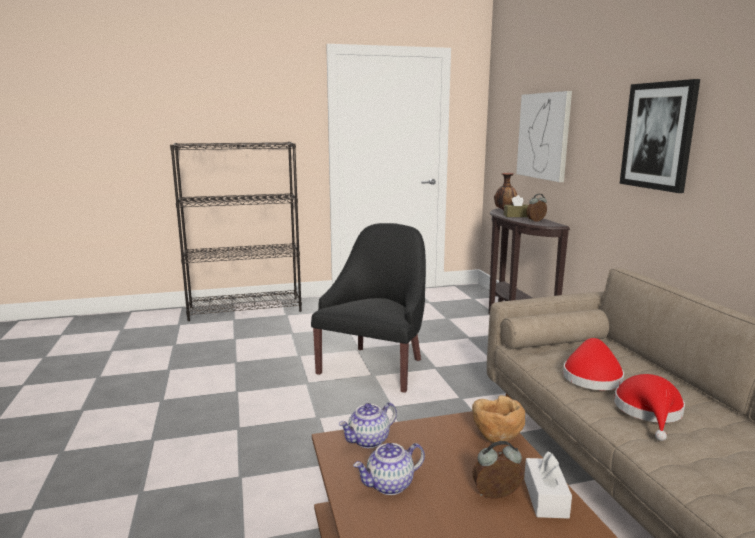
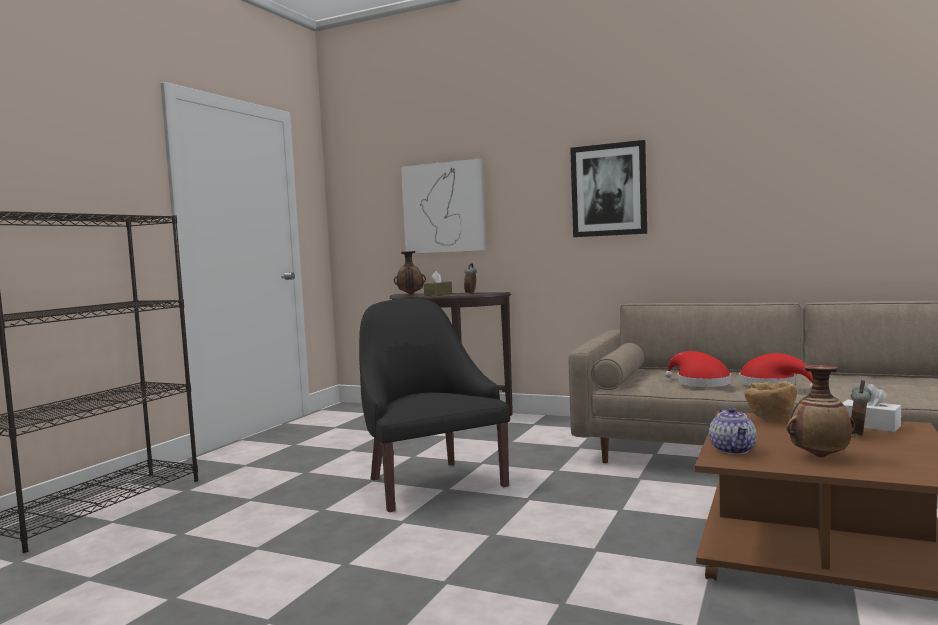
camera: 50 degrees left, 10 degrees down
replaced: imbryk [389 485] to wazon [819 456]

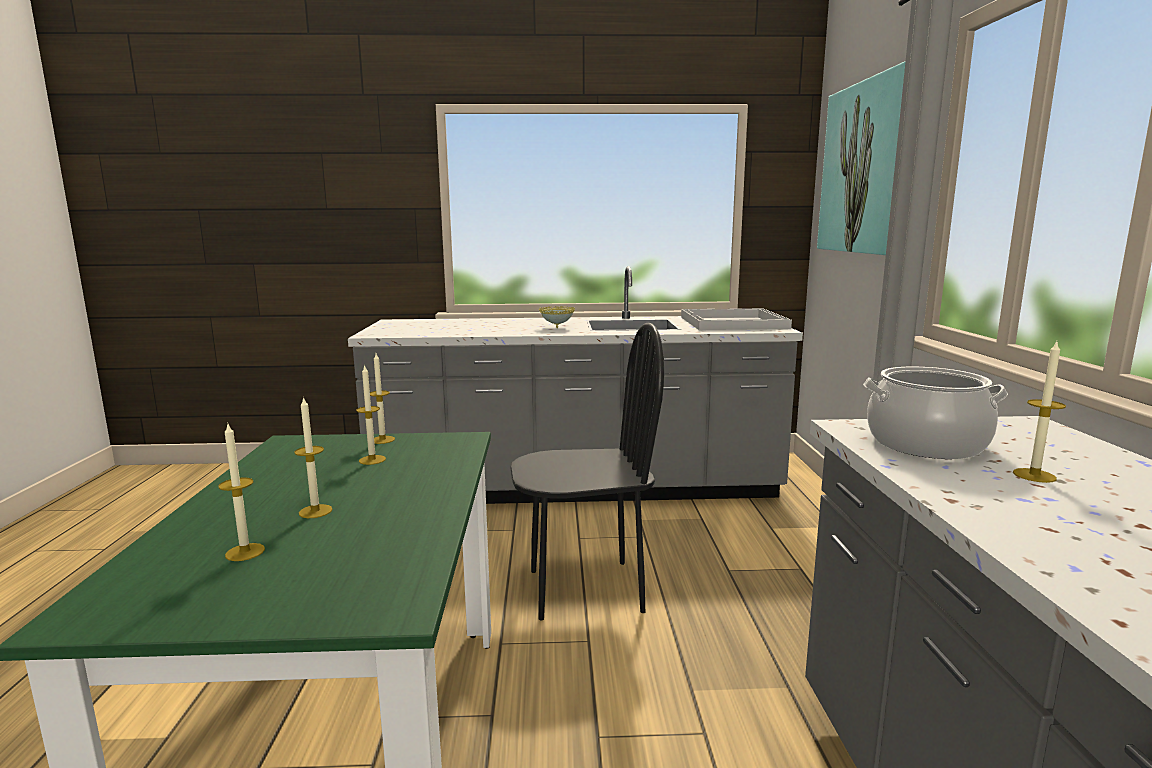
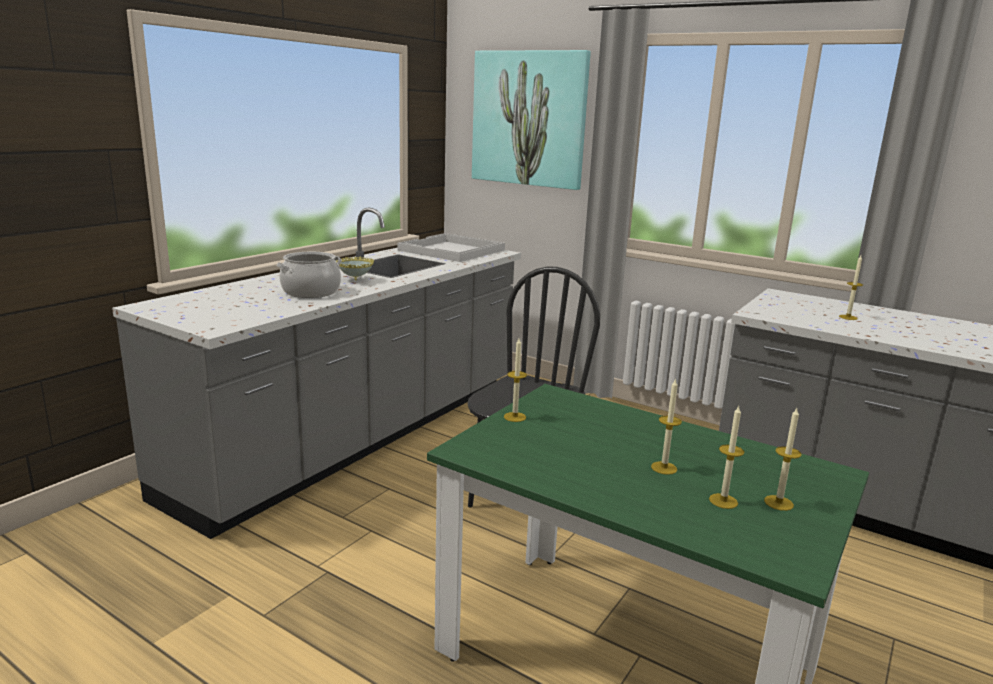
camera: 55 degrees left, 5 degrees up
moved: świeca [372 460] to [778 503]; garnek [926 444] to [311 292]

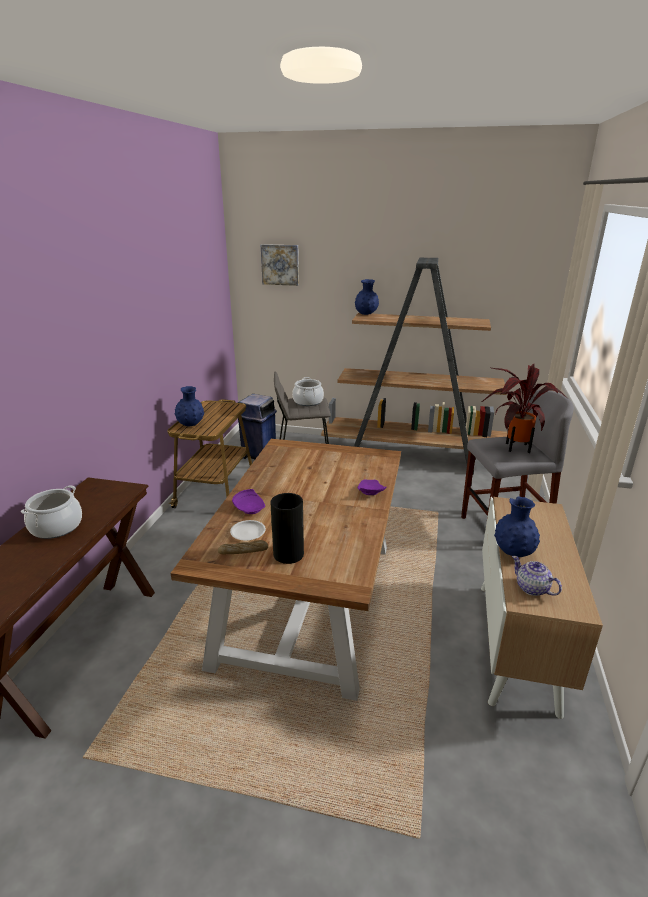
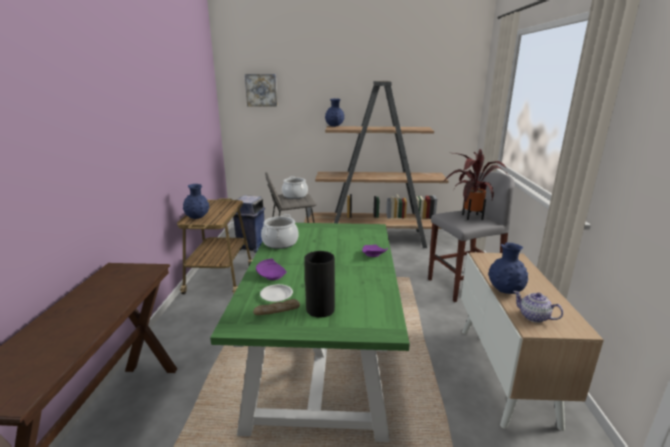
camera: 10 degrees left, 5 degrees down
moved: garnek [57 527] to [280 243]
recoloured: stół jadalny (brązowy) [308 600] to stół jadalny (zielony) [321 358]

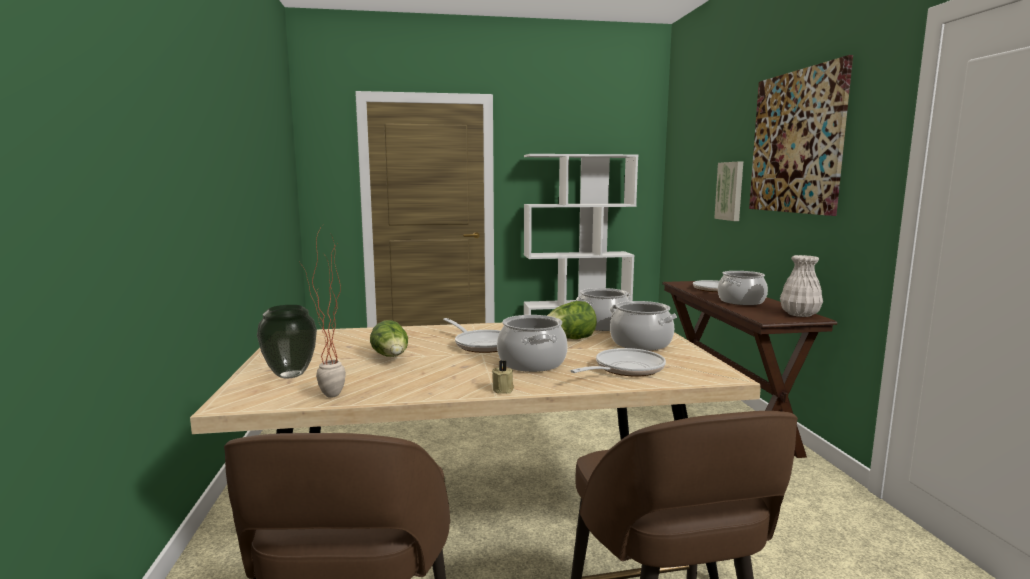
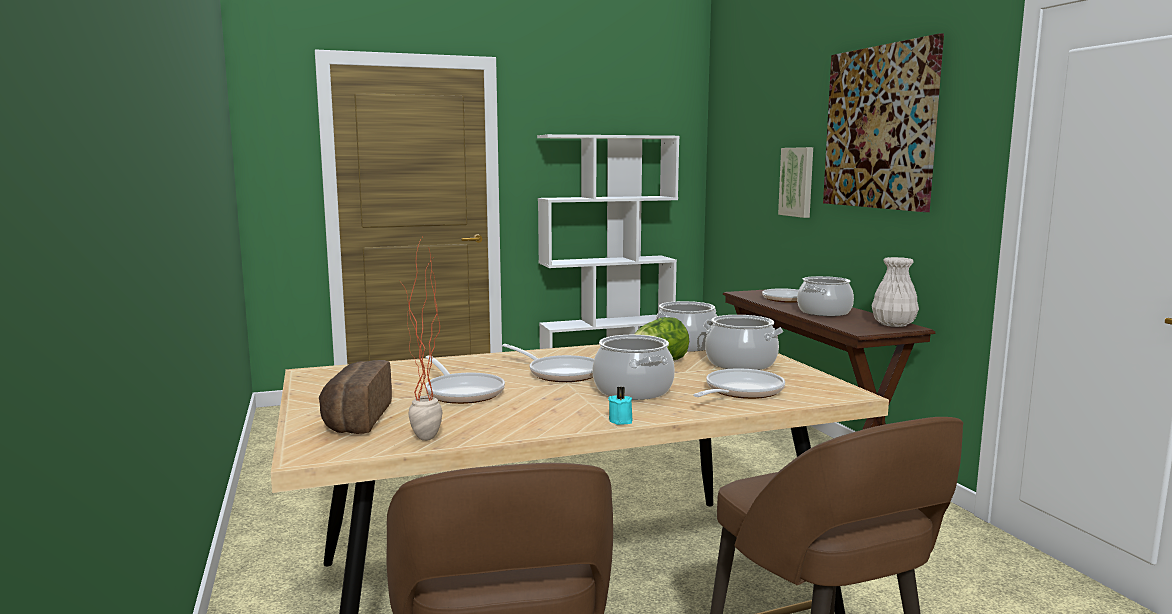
camera: 10 degrees left, 0 degrees up
replaced: wazon [291 374] to chleb [355 418]; sałata [391 357] to patelnia [462 392]
recoloured: świeca (beżowy) [504 389] to świeca (turkusowy) [621 420]

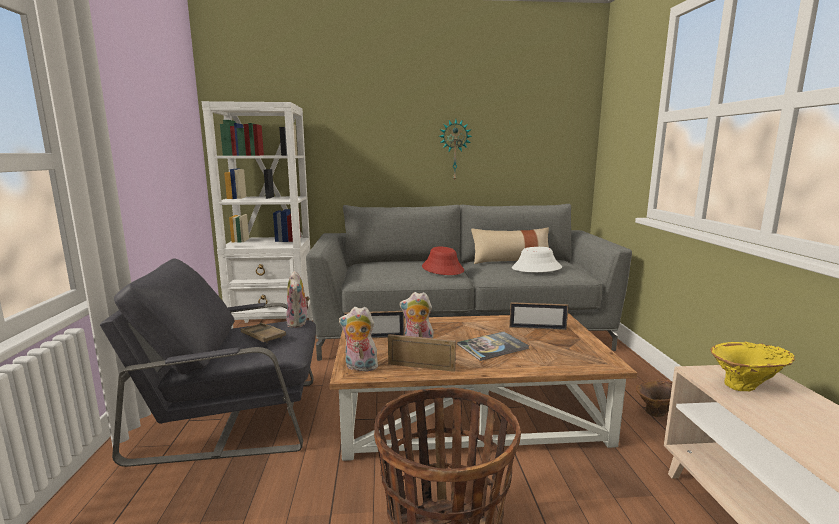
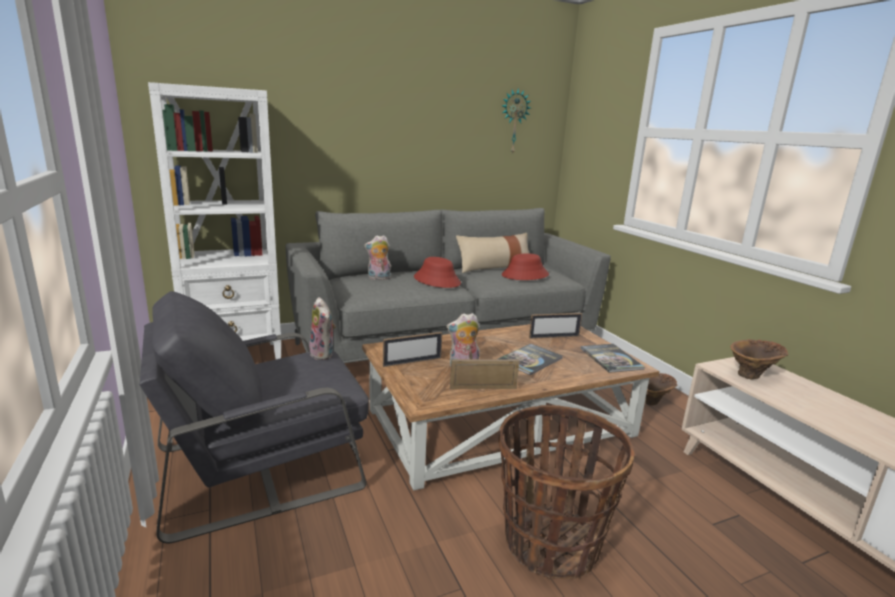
camera: 20 degrees left, 5 degrees up
removed: taca (brązowy) [263 336]
added: książka [611 359]
moved: zegar ścienny [454 150] to [513 121]; pluszak [359 367] to [378 278]
recoloured: kapelusz (biały) [536 268] to kapelusz (czerwony) [525 275]; wazon (żółty) [747 387] to wazon (brązowy) [753 375]

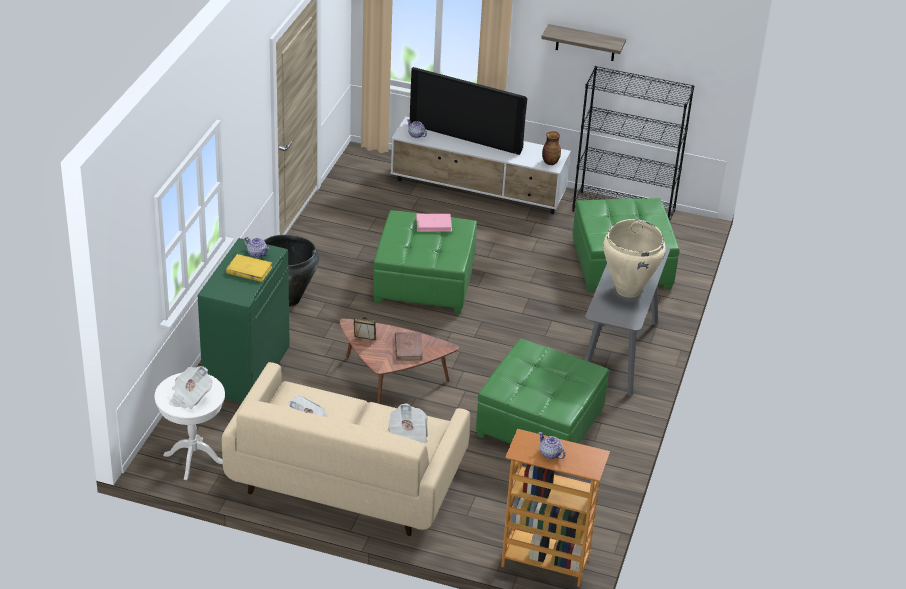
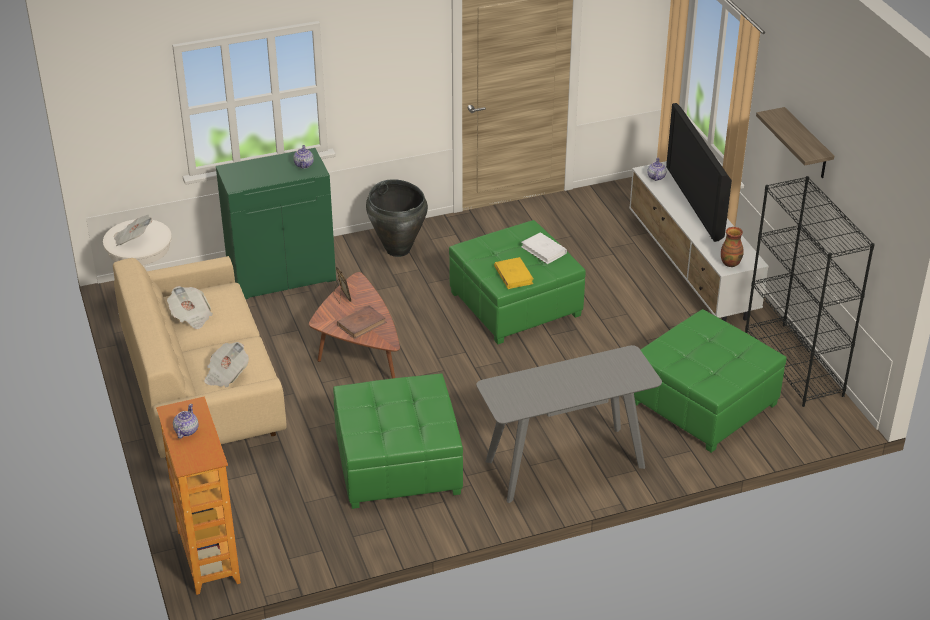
camera: 55 degrees right, 0 degrees up
removed: wazon (beżowy) [628 289]
moved: książka (żółty) [249 270] to [513 275]
recoloured: książka (różowy) [434 224] to książka (biały) [544 250]

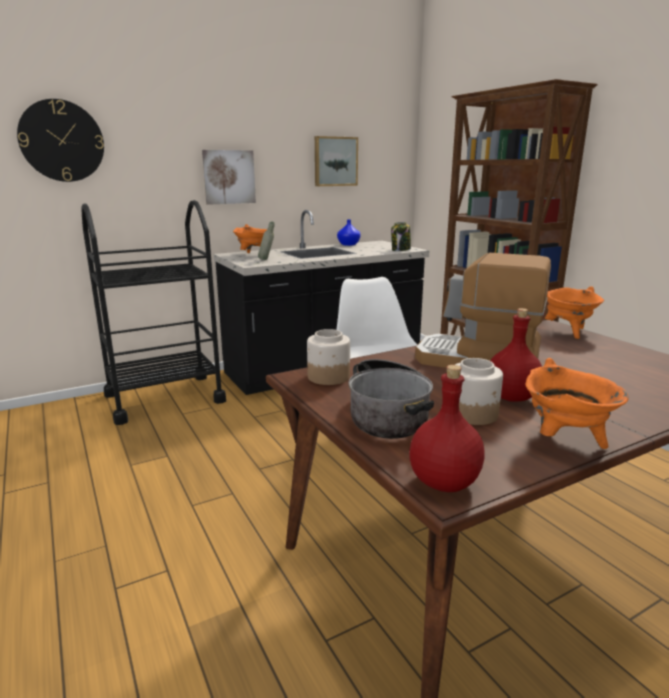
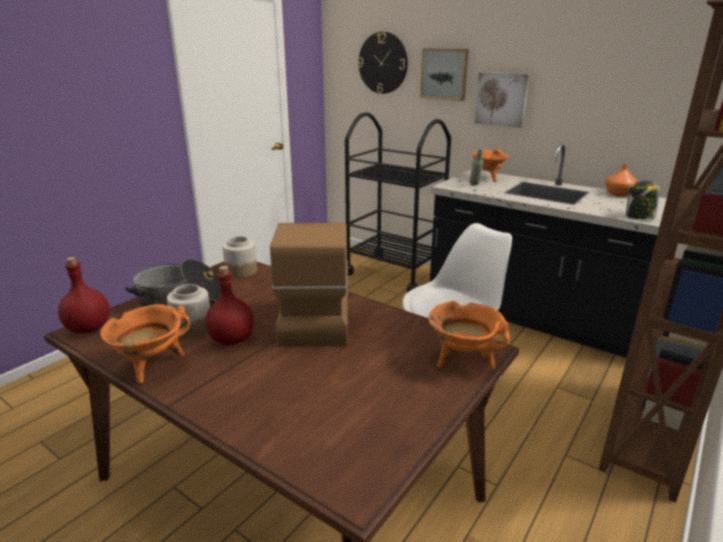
camera: 65 degrees right, 5 degrees up
moved: obraz [335 161] to [444 74]
recoloured: wazon (niebieski) [348 244] to wazon (pomarańczowy) [618 194]

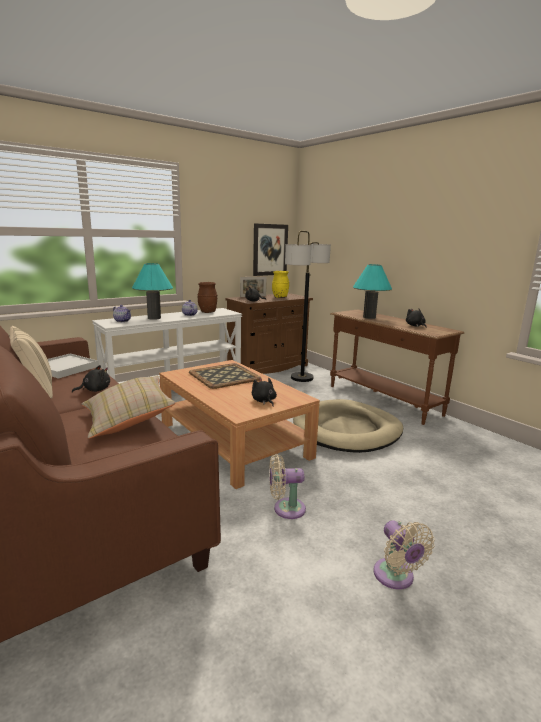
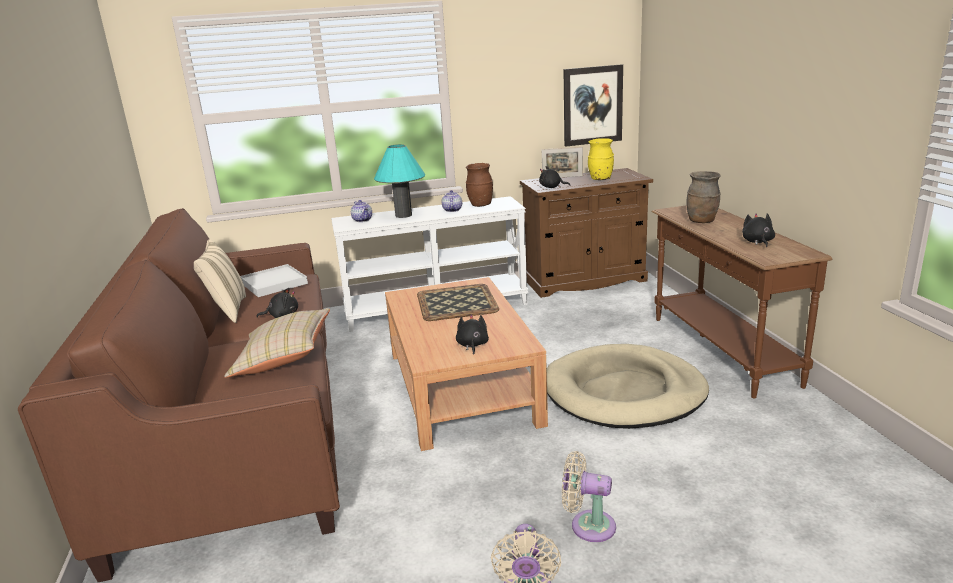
camera: 25 degrees right, 5 degrees up
removed: lampa stojąca [302 378]
moved: wentylator (beżowy) [285 509] to [588 525]
replaced: lampa stołowa (turkusowy) [369 317] to wazon (brązowy) [702 221]

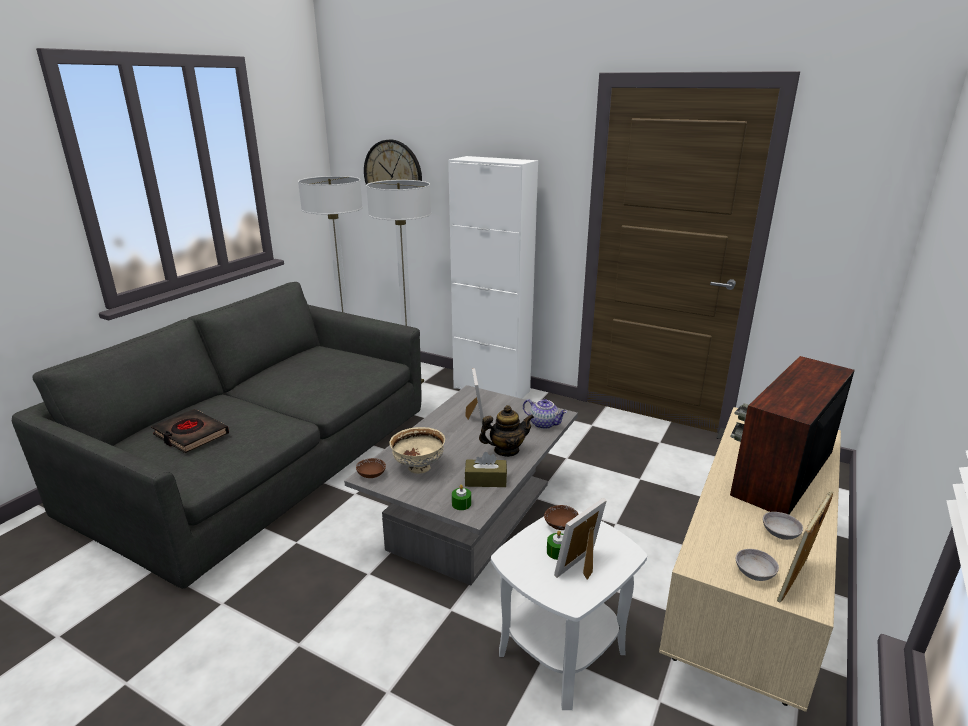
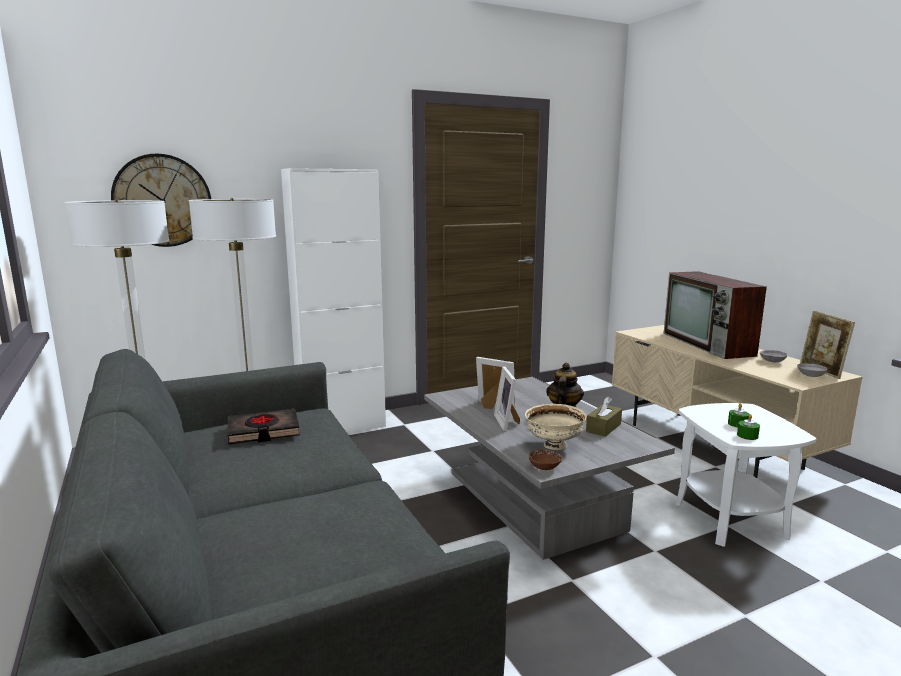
camera: 55 degrees left, 10 degrees down
removed: imbryk [544 424]; miska (brązowy) [561 525]
moved: książka (czarny) [191 435] to [263 431]; świeca (zielony) [461 504] to [747 436]; ramka na zdjęcie [582 568] to [508 422]

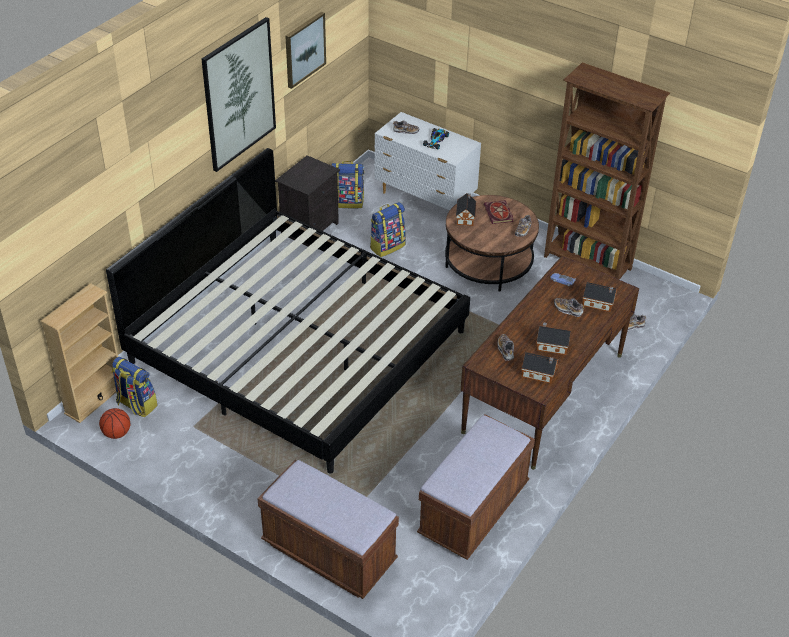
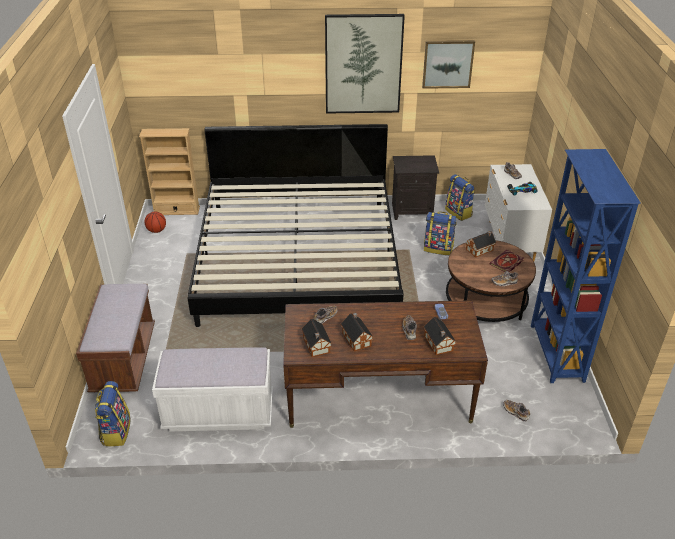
camera: 55 degrees right, 5 degrees down
moved: plecak [136 404] to [116 431]
recoloured: regał (brązowy) [587 264] to regał (niebieski) [556 353]; ławka (brązowy) [474 510] to ławka (biały) [219 413]

